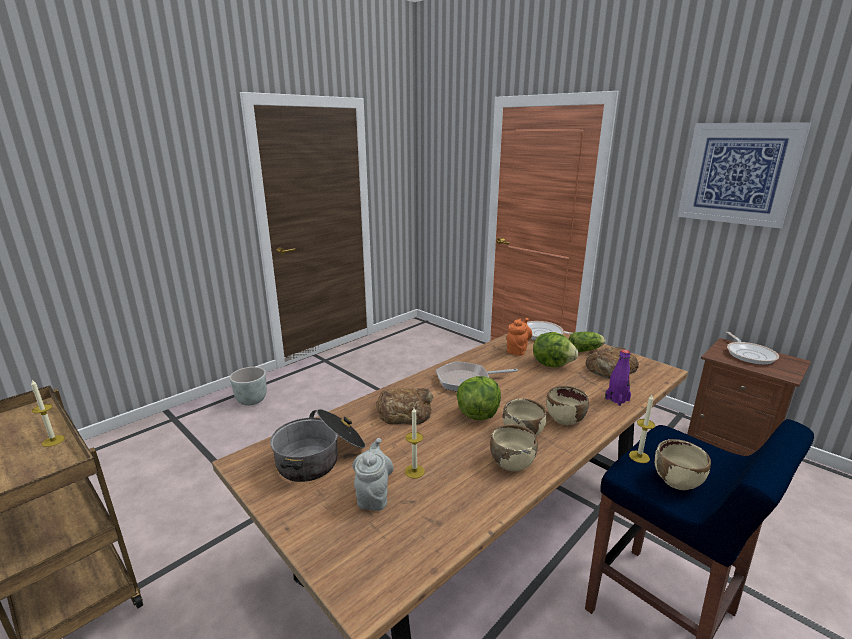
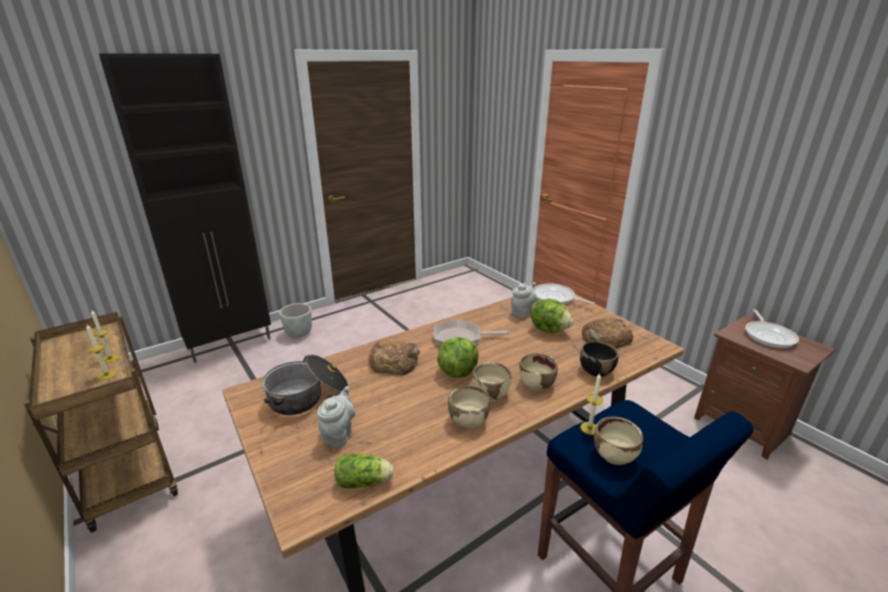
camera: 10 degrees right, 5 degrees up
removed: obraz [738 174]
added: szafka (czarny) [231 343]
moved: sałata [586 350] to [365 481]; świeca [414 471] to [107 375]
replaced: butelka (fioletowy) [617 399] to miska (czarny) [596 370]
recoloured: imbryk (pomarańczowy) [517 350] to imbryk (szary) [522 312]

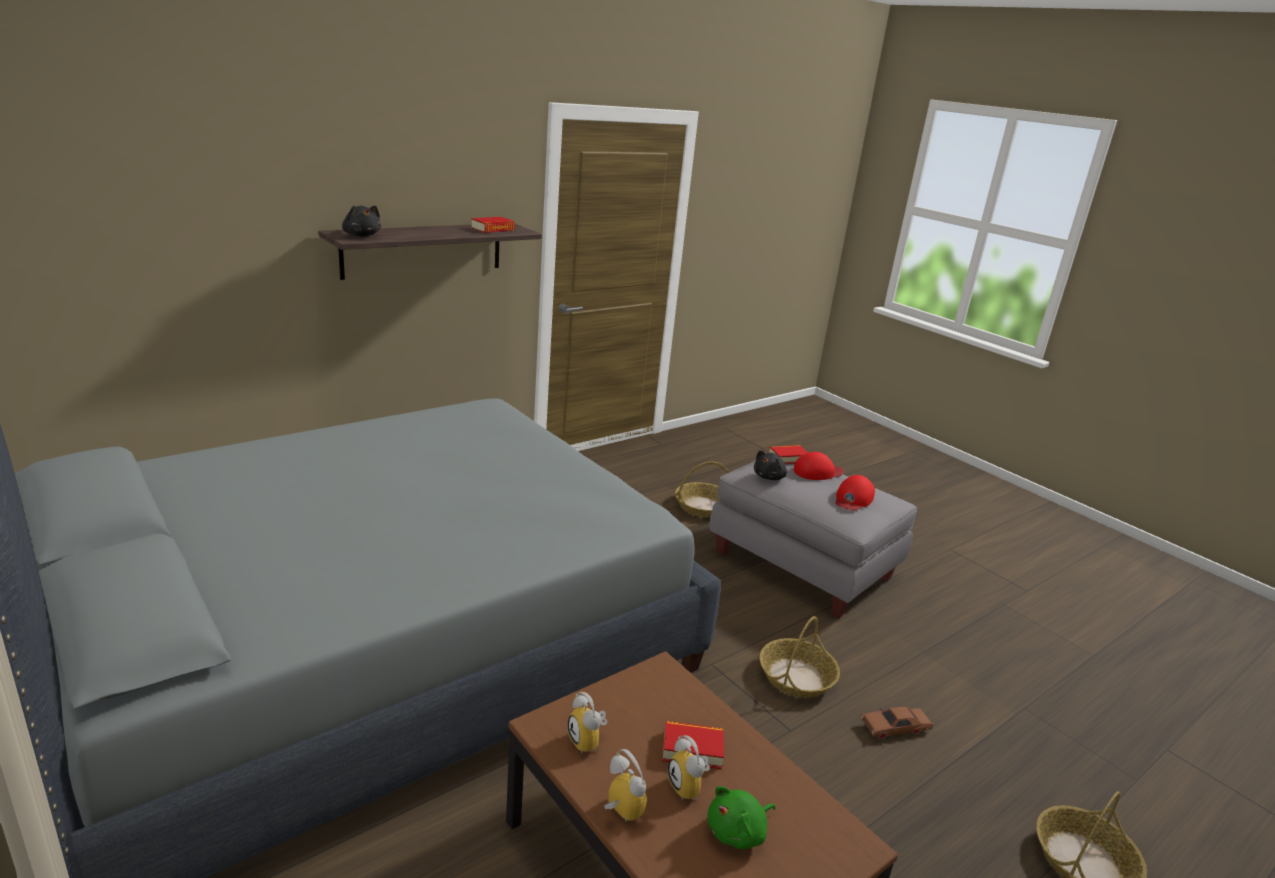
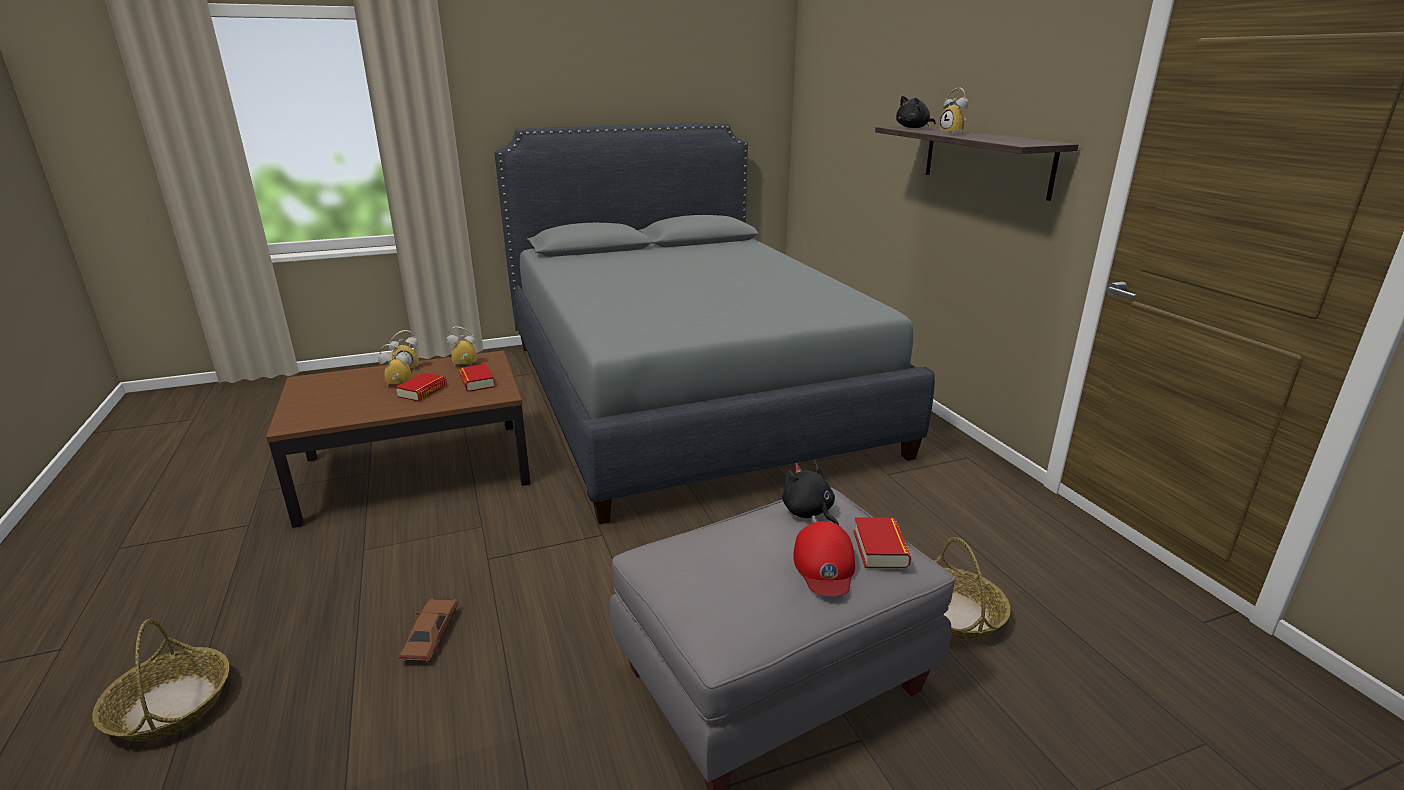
camera: 110 degrees right, 0 degrees up
removed: czapka z daszkiem (czerwony) [853 499]; koszyk [796 677]; pluszak (zielony) [738 832]
added: budzik [954 134]
moved: książka [493 229] to [477 382]

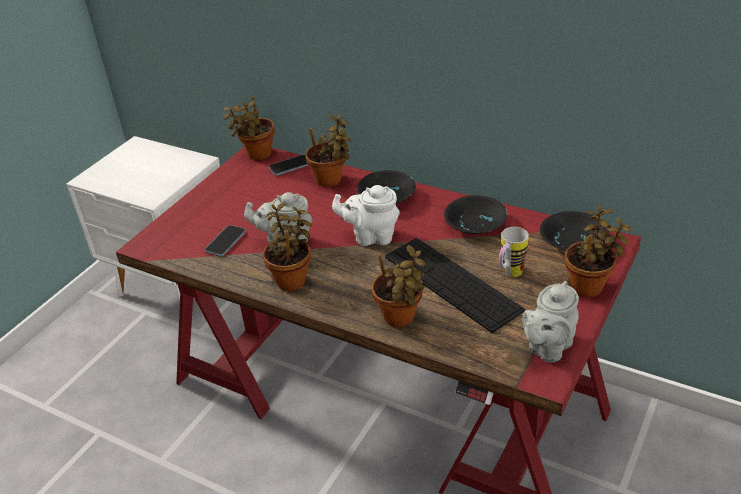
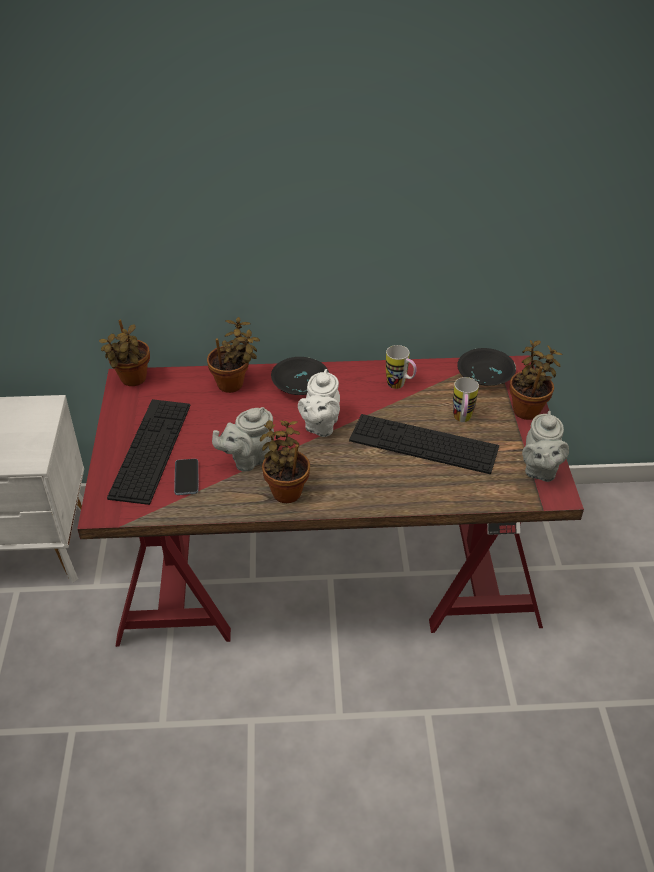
camera: 35 degrees left, 5 degrees up
removed: telefon [290 166]; roślina doniczkowa [401 319]
added: klawiatura [151 450]
replaced: miska (czarny) [477 225] to kubek [400 386]
turned: imbryk (biały) [371 237] = [320 426] 45 degrees counterclockwise

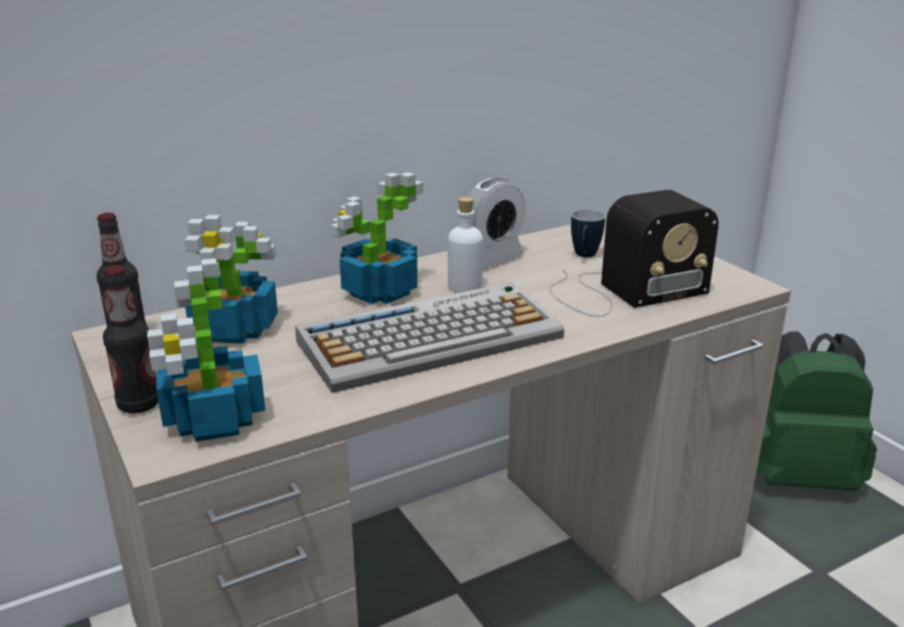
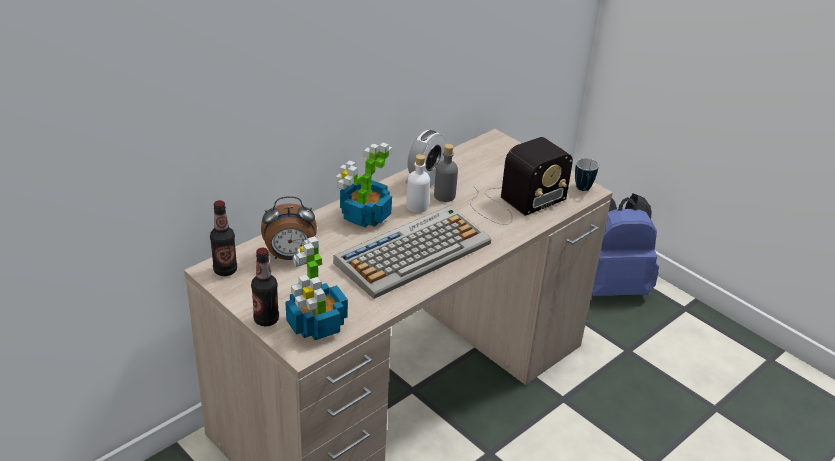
camera: 15 degrees left, 10 degrees up
added: butelka (szary) [444 196]
moved: kubek [584 257] to [583 190]
replaced: roślina doniczkowa [236 328] to budzik [290 256]
recoloured: plecak (zielony) [799 476] to plecak (niebieski) [611 286]

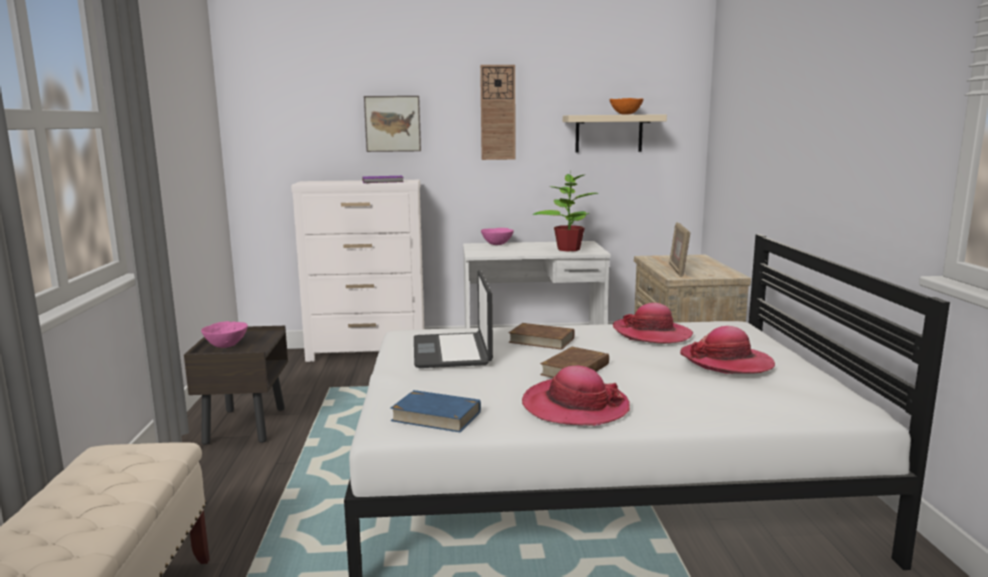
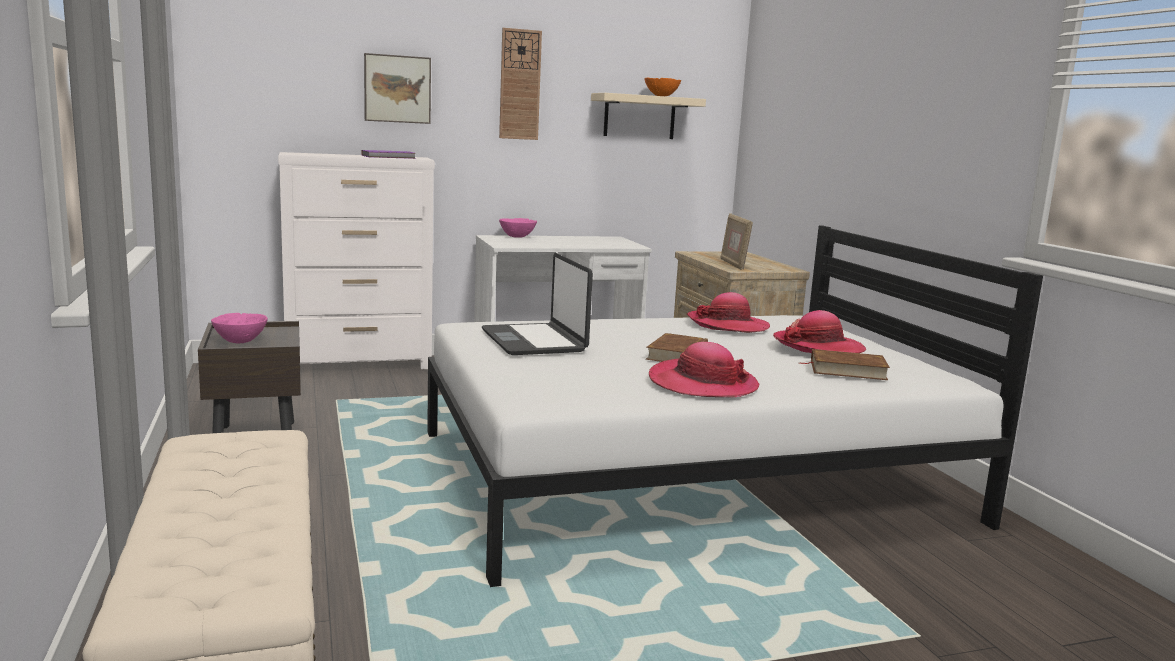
camera: 15 degrees left, 0 degrees up
removed: roślina doniczkowa [568 249]; książka (niebieski) [436 416]
moved: książka (brązowy) [541 340] to [847 370]

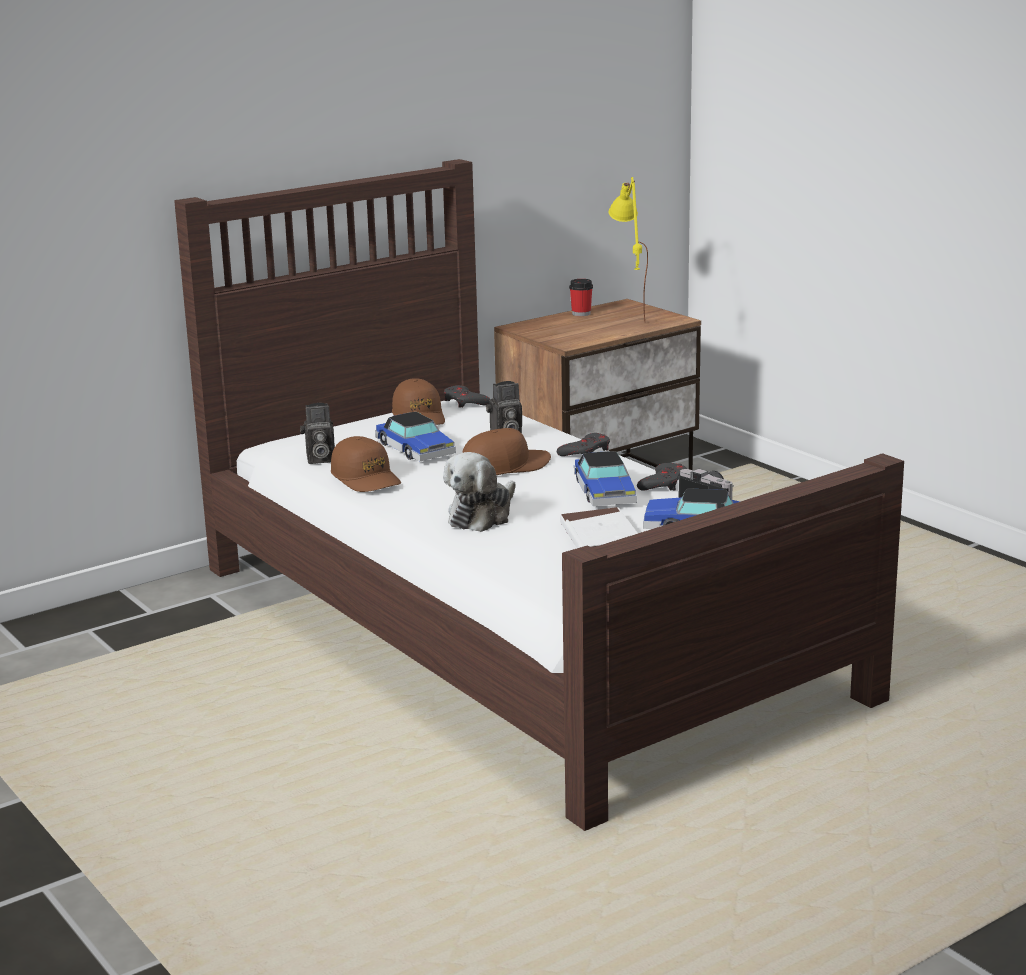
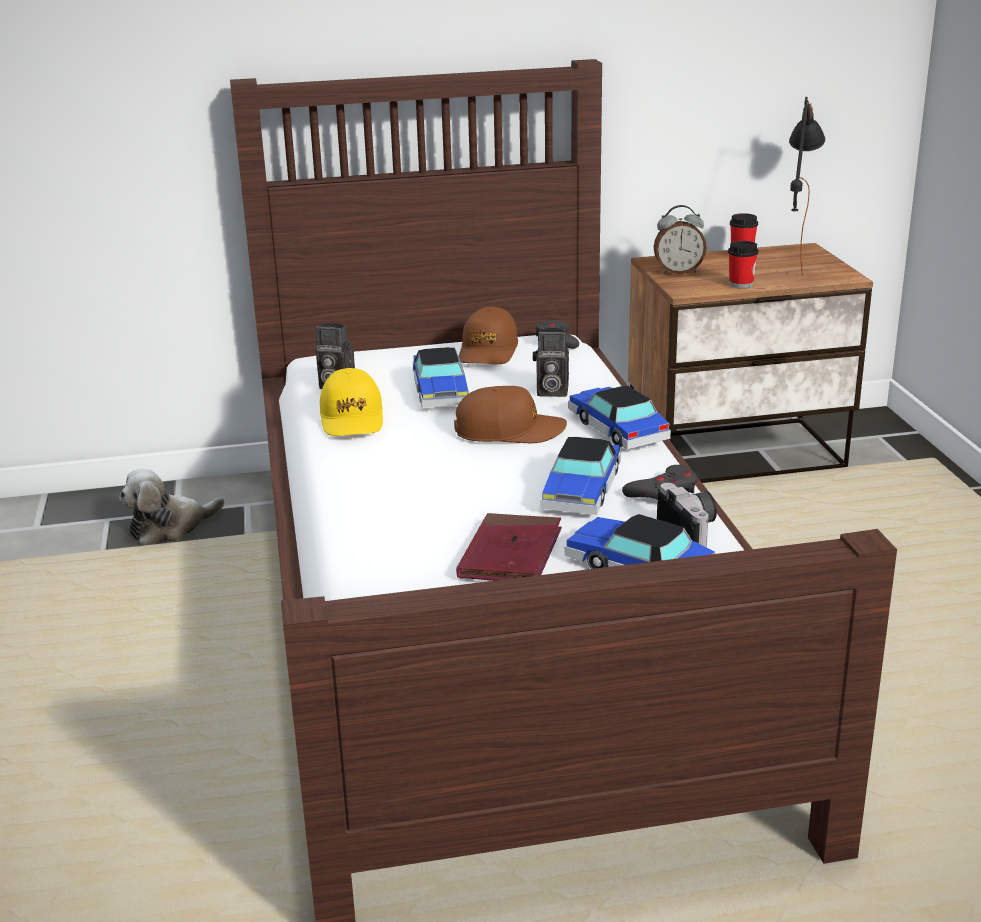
camera: 25 degrees right, 5 degrees up
added: budzik [678 272]; filiżanka [741 285]
moved: pluszak [482 516] to [170 527]
replaced: pad do gier (szary) [586 451] to samochodzik [617 428]
recoloured: lampa stołowa (żółty) [628 315] to lampa stołowa (czarny) [793 263]; czapka z daszkiem (brązowy) [366 478] to czapka z daszkiem (żółty) [352 418]; książka (biały) [600 537] to książka (czerwony) [510 554]

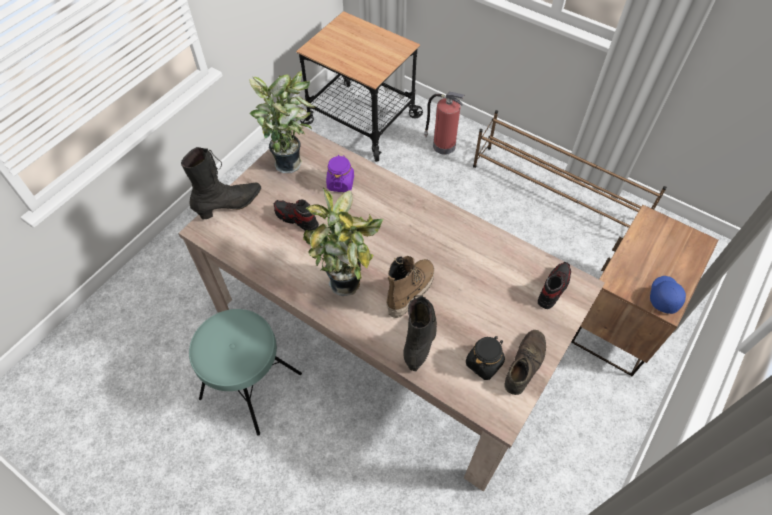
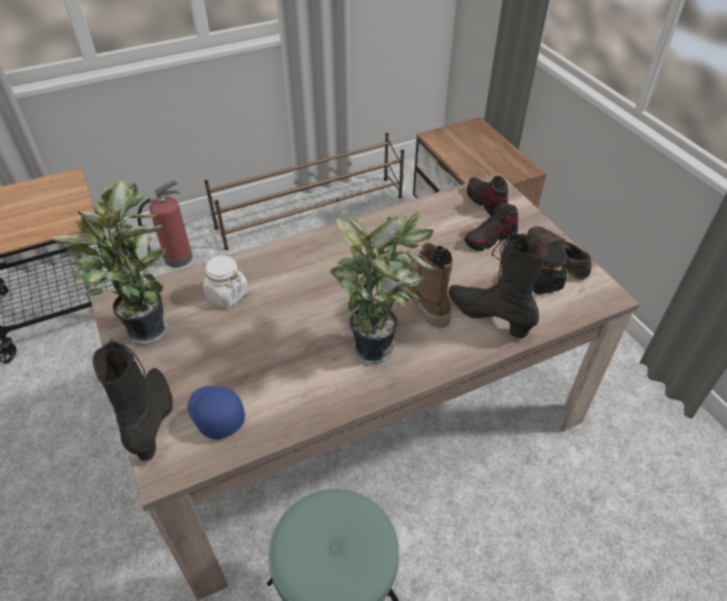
camera: 60 degrees left, 10 degrees down
moved: but [296 219] to [490 238]; czapka z daszkiem (niebieski) [664 296] to [215 414]
recoloured: słoik (fioletowy) [340 183] to słoik (biały) [227 294]

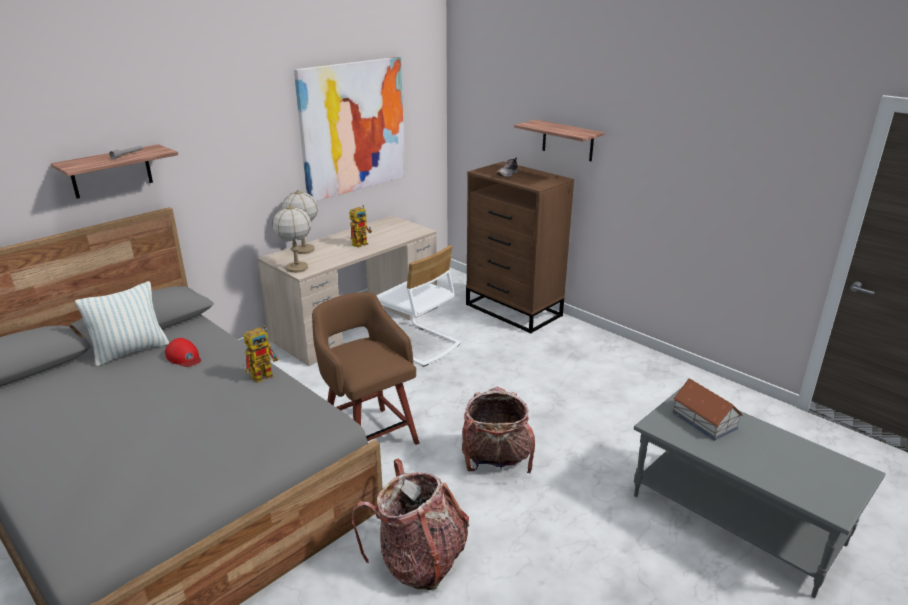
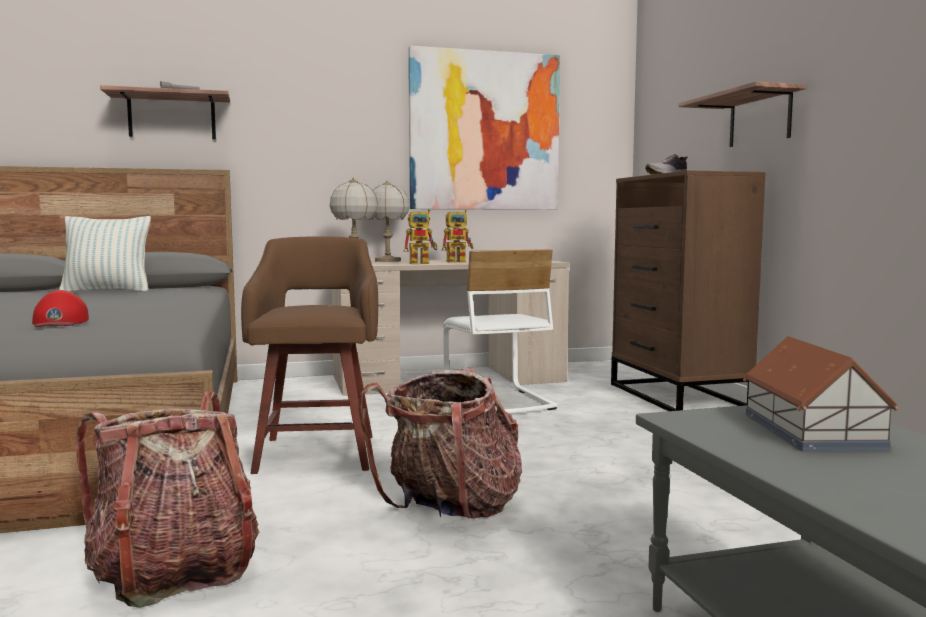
camera: 30 degrees right, 20 degrees down
moved: robot zabawkowy [265 374] to [423 263]; czapka z daszkiem (czerwony) [184 357] to [59 322]

